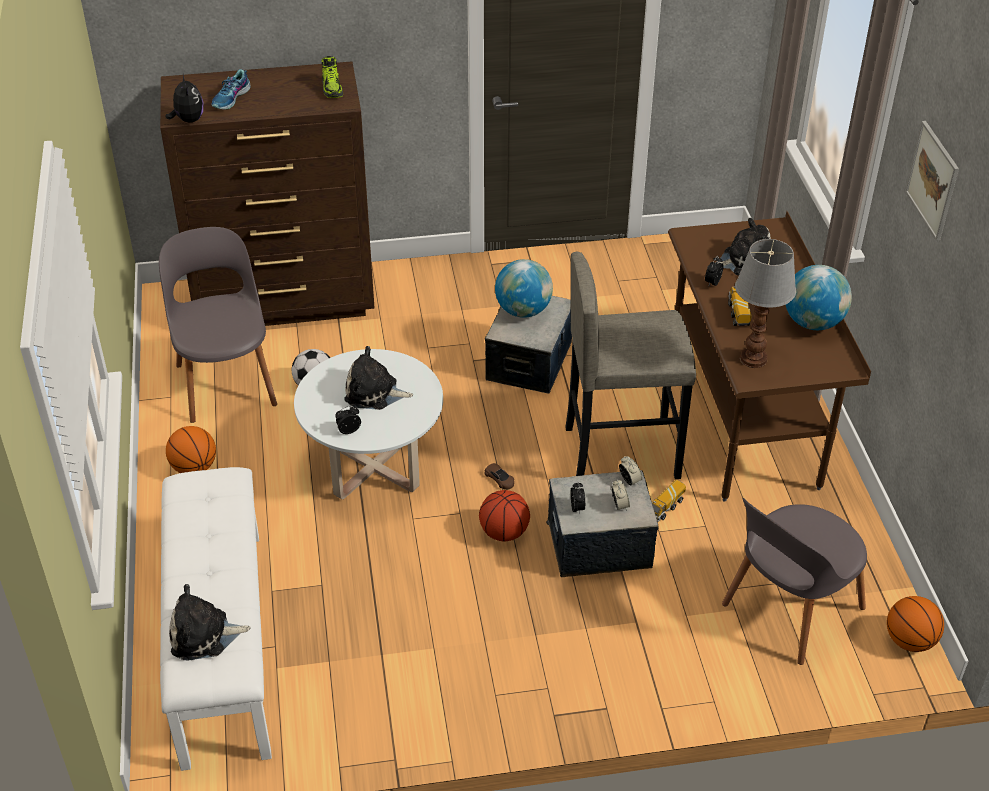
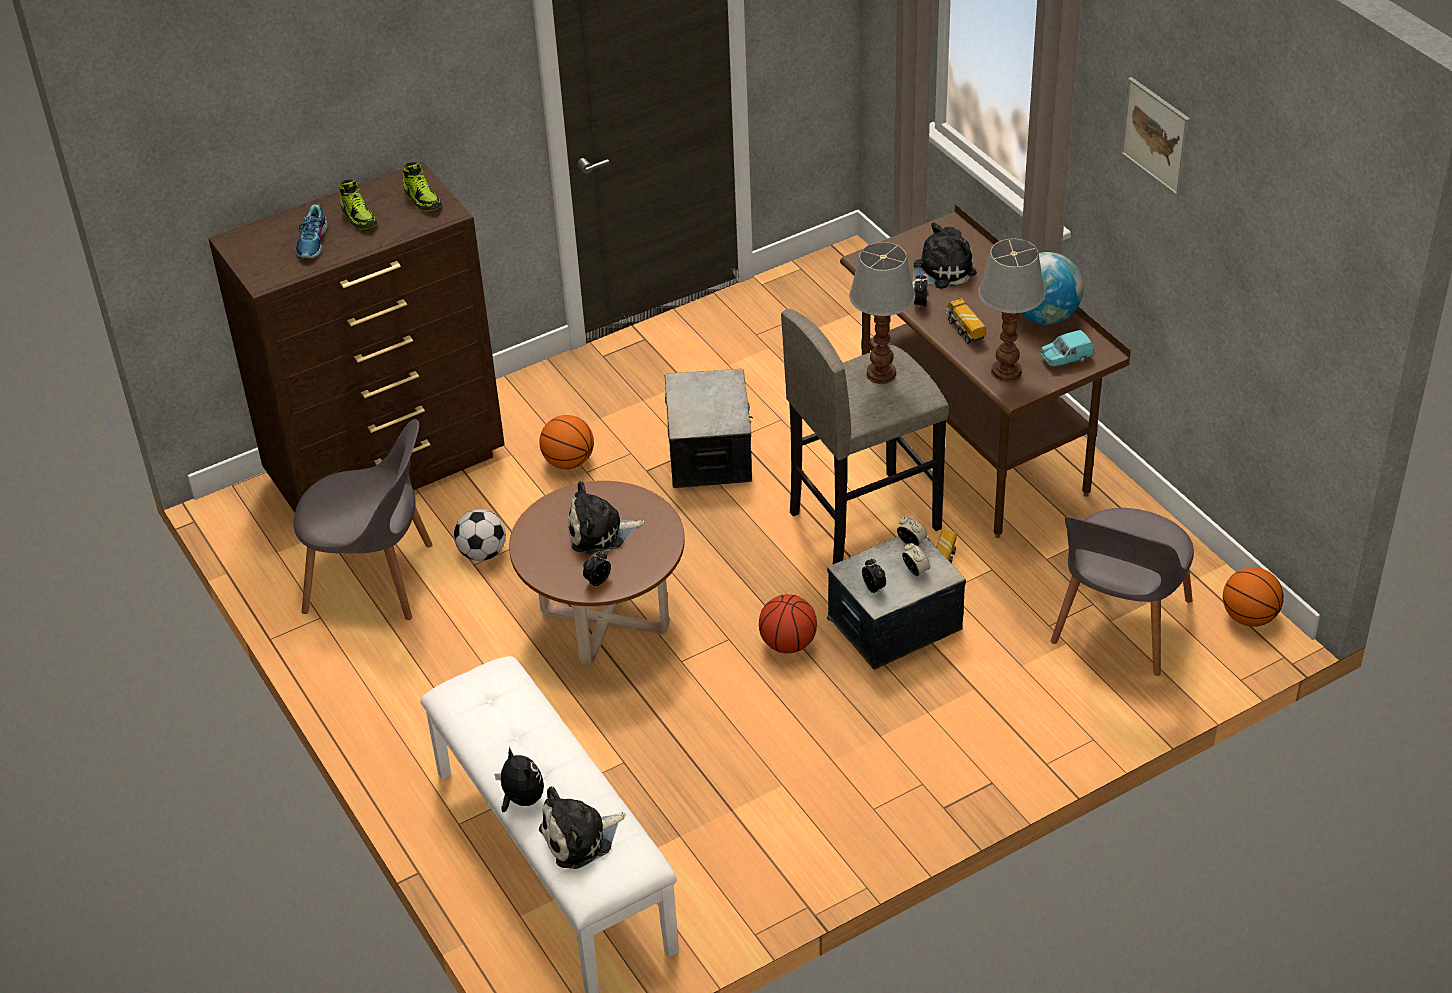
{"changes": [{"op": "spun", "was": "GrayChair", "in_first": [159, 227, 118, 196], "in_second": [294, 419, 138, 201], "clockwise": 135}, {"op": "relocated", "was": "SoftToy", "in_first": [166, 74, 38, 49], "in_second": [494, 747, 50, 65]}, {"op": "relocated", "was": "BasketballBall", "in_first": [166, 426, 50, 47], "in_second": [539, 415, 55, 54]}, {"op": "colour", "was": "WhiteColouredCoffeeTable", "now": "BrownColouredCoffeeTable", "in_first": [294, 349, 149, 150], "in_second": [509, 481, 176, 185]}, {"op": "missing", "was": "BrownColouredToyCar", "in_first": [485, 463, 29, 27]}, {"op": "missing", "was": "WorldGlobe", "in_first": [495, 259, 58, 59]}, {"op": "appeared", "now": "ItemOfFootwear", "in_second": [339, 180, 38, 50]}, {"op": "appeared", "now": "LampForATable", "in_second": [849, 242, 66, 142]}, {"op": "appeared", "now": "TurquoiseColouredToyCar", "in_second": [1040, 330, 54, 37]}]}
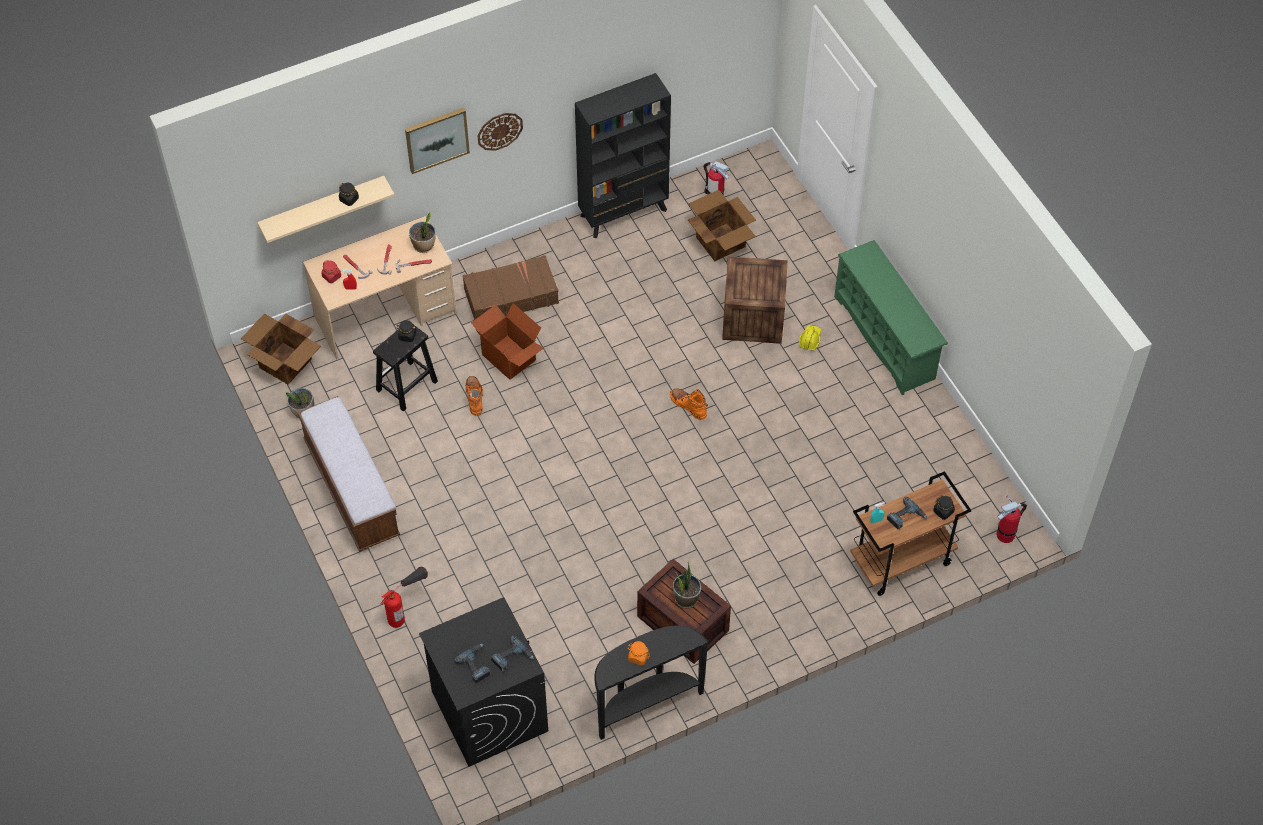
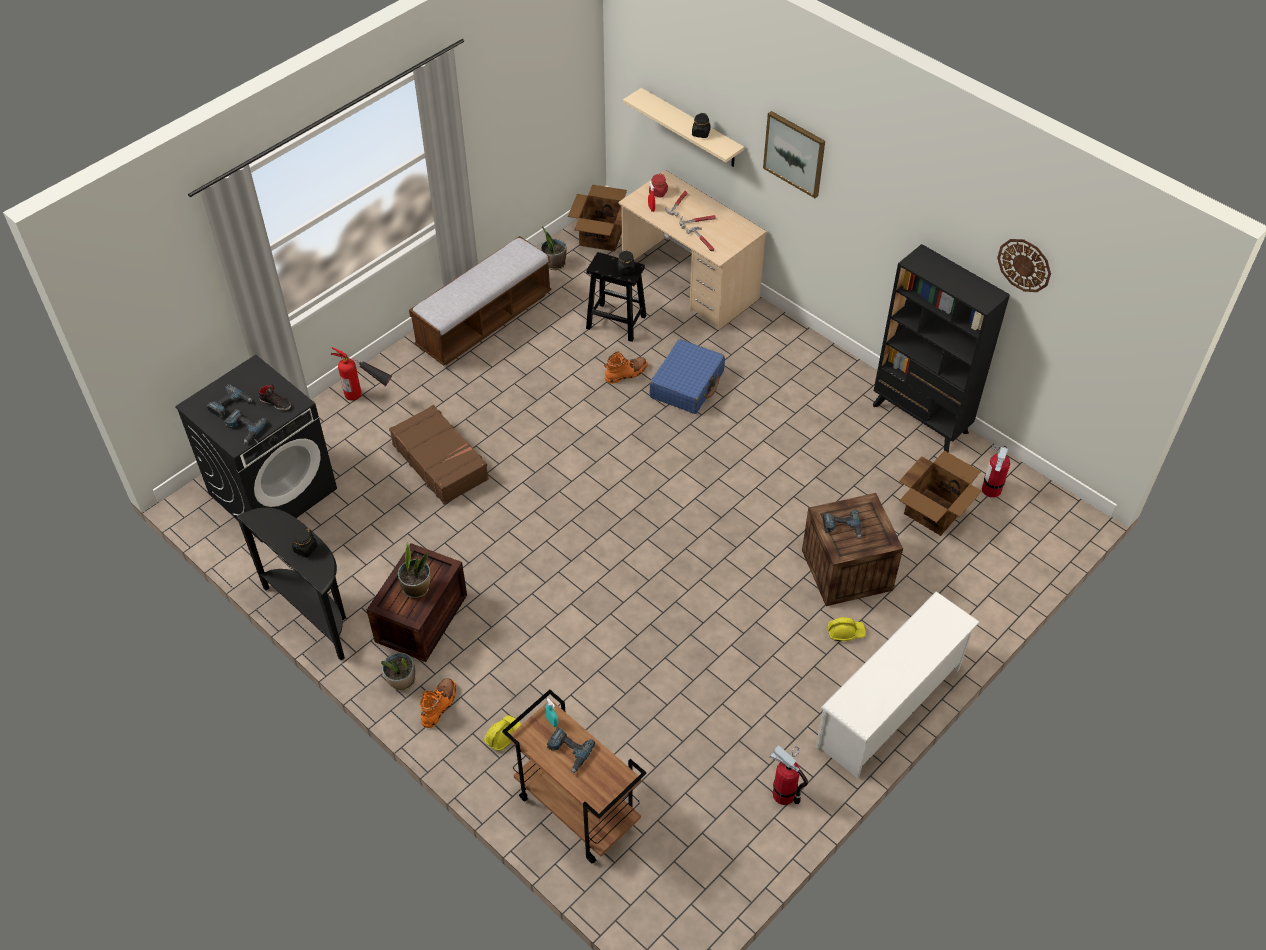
{"changes": [{"op": "relocated", "was": "Houseplant", "in_first": [409, 212, 27, 41], "in_second": [381, 652, 34, 39]}, {"op": "relocated", "was": "BrownColouredSuitcase", "in_first": [463, 255, 96, 65], "in_second": [389, 405, 100, 100]}, {"op": "exchanged", "was": "CardboardBox", "now": "BlueSuitcase", "in_first": [471, 303, 73, 77], "in_second": [650, 339, 75, 75]}, {"op": "relocated", "was": "WallClock", "in_first": [477, 113, 46, 38], "in_second": [997, 239, 54, 53]}, {"op": "missing", "was": "OrangeColouredStorageJar", "in_first": [627, 641, 23, 25]}, {"op": "relocated", "was": "OrangeColouredBoot", "in_first": [670, 388, 38, 32], "in_second": [420, 678, 36, 50]}, {"op": "colour", "was": "GreenShoeStand", "now": "WhiteColouredShoeStand", "in_first": [834, 240, 114, 155], "in_second": [815, 591, 165, 187]}, {"op": "relocated", "was": "BlackColouredStorageJar", "in_first": [933, 495, 22, 25], "in_second": [292, 528, 25, 29]}, {"op": "relocated", "was": "Extinguisher", "in_first": [996, 495, 31, 48], "in_second": [770, 745, 38, 60]}, {"op": "appeared", "now": "BlackColouredItemOfFootwear", "in_second": [258, 384, 33, 26]}, {"op": "appeared", "now": "YellowColouredHardHat", "in_second": [484, 715, 37, 36]}, {"op": "appeared", "now": "ElectricDrill", "in_second": [823, 509, 39, 30]}]}
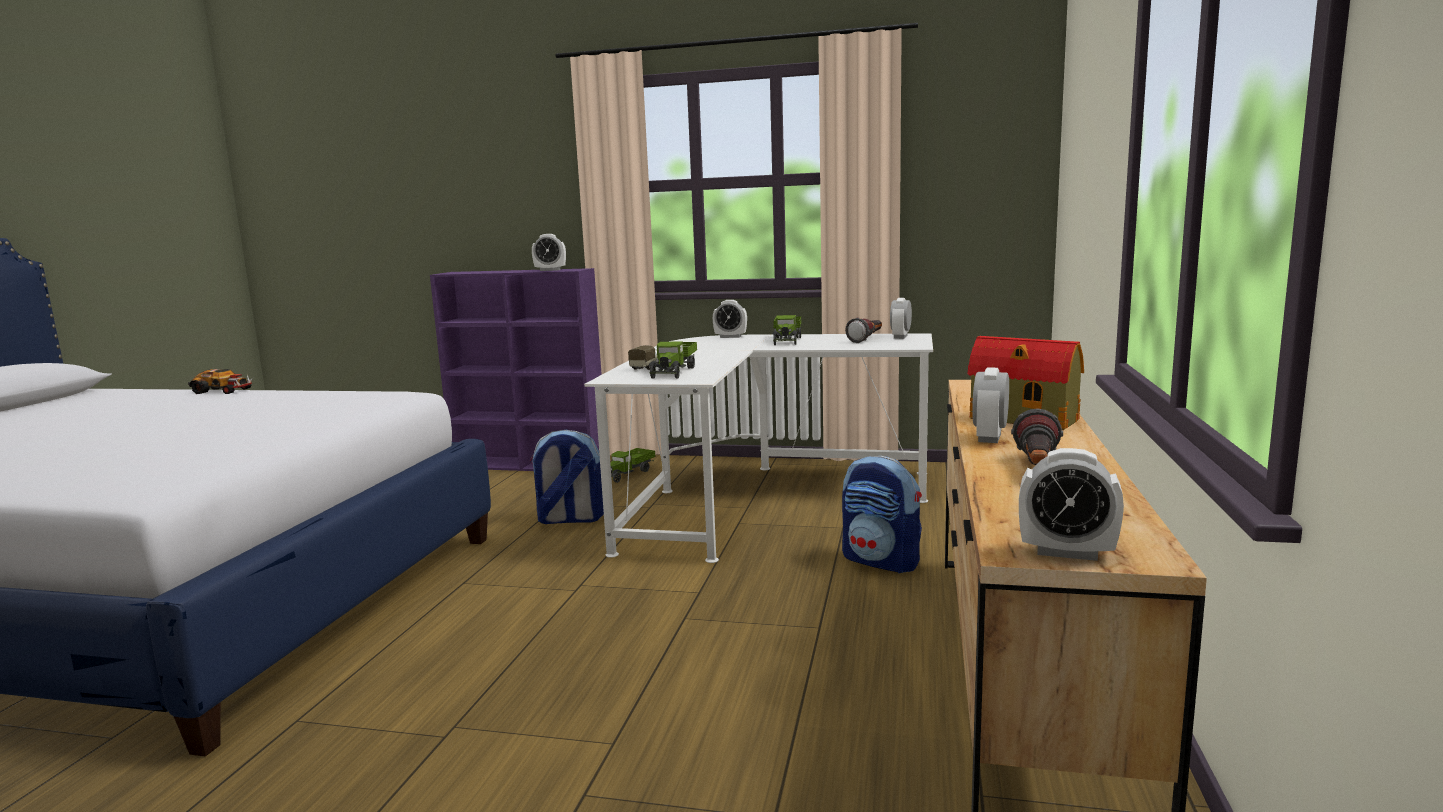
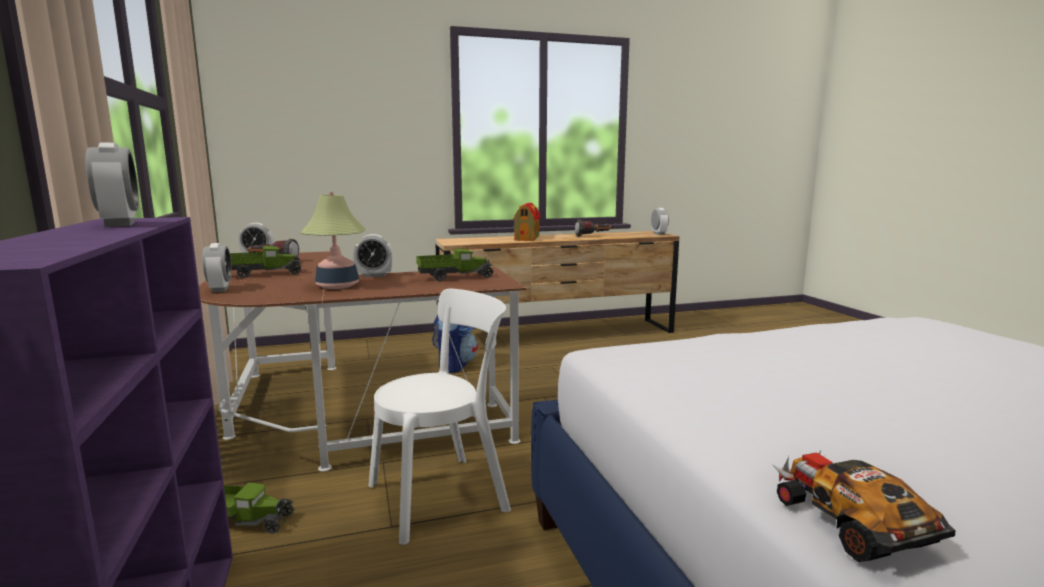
{"changes": [{"op": "exchanged", "was": "Backpack", "now": "WhiteColouredChair", "in_first": [530, 430, 74, 94], "in_second": [369, 289, 142, 256]}, {"op": "colour", "was": "WhiteColouredDesk", "now": "BrownColouredDesk", "in_first": [584, 333, 349, 230], "in_second": [199, 251, 327, 221]}, {"op": "missing", "was": "ToyTruck", "in_first": [628, 345, 29, 25]}, {"op": "relocated", "was": "TableClock", "in_first": [972, 367, 37, 76], "in_second": [353, 234, 40, 43]}, {"op": "appeared", "now": "LampForATable", "in_second": [301, 192, 65, 97]}]}
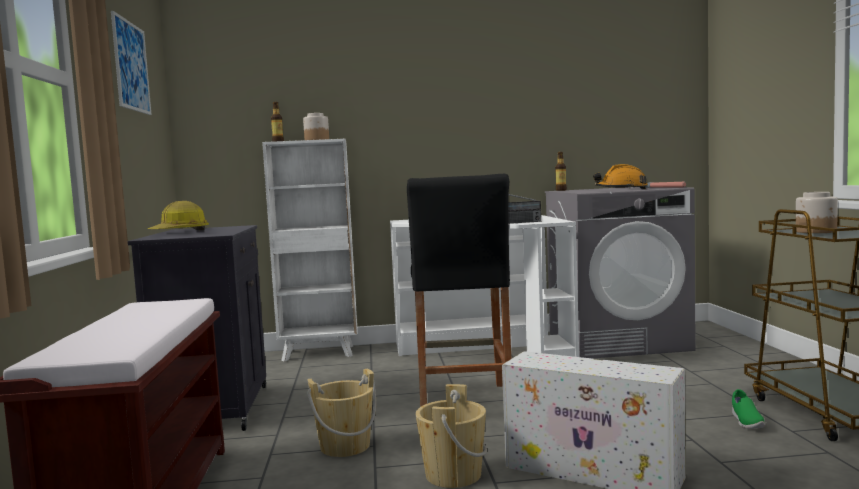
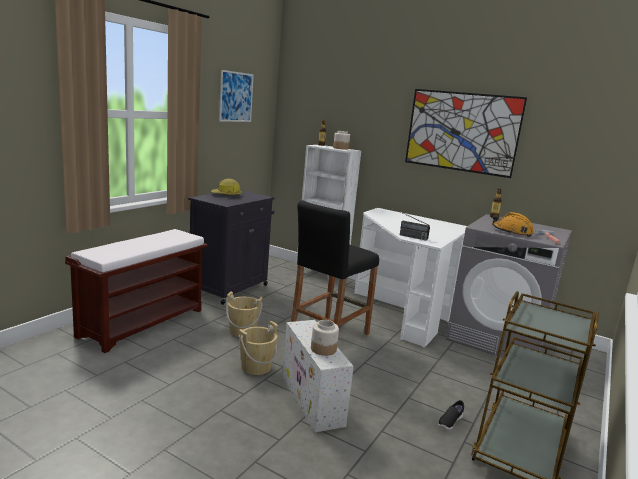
{"changes": [{"op": "colour", "was": "GreenItemOfFootwear", "now": "BlackColouredItemOfFootwear", "in_first": [732, 389, 33, 40], "in_second": [438, 400, 26, 30]}, {"op": "relocated", "was": "StorageJar", "in_first": [796, 192, 42, 41], "in_second": [311, 320, 28, 36]}, {"op": "appeared", "now": "Picture", "in_second": [405, 89, 122, 89]}]}
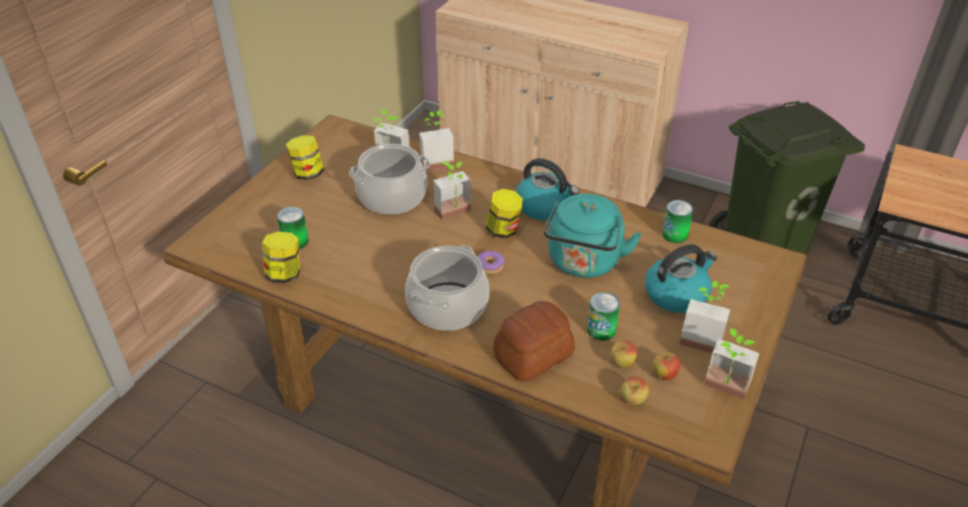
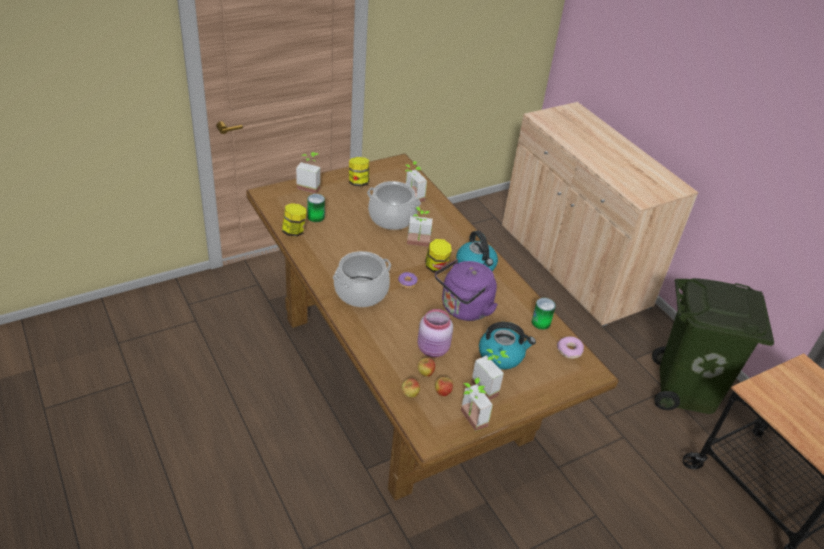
{"changes": [{"op": "relocated", "was": "Houseplant", "in_first": [419, 110, 35, 61], "in_second": [296, 152, 25, 42]}, {"op": "missing", "was": "BakedBread", "in_first": [493, 301, 82, 81]}, {"op": "colour", "was": "TurquoiseColouredKettle", "now": "PurpleKettle", "in_first": [544, 194, 97, 84], "in_second": [435, 259, 63, 62]}, {"op": "exchanged", "was": "Can", "now": "PinkStorageJar", "in_first": [587, 292, 33, 49], "in_second": [417, 309, 36, 49]}, {"op": "appeared", "now": "Doughnut", "in_second": [557, 337, 27, 22]}]}
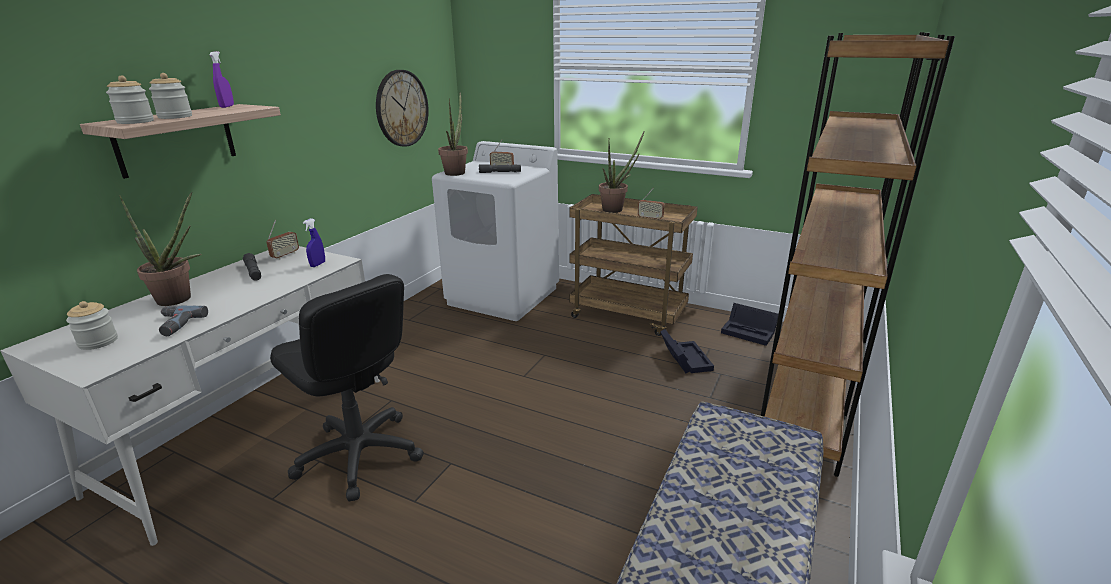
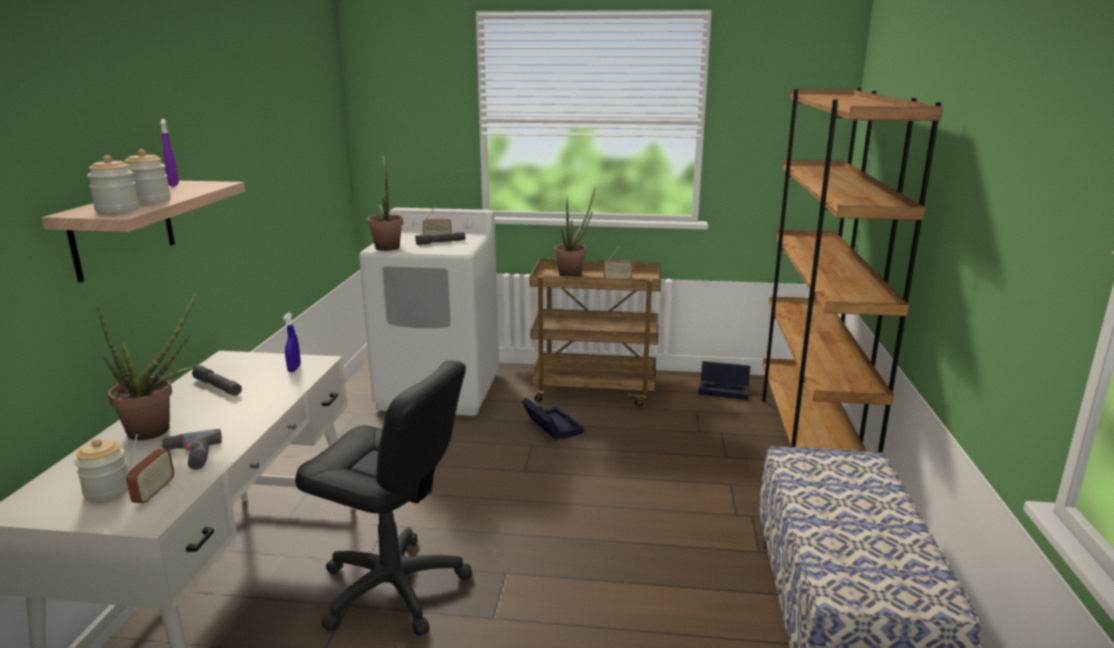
{"changes": [{"op": "relocated", "was": "RadioReceiver", "in_first": [267, 219, 32, 40], "in_second": [125, 434, 49, 70]}, {"op": "missing", "was": "WallClock", "in_first": [376, 70, 53, 77]}, {"op": "relocated", "was": "BlackColouredStorageBin", "in_first": [660, 329, 54, 45], "in_second": [522, 398, 62, 42]}]}
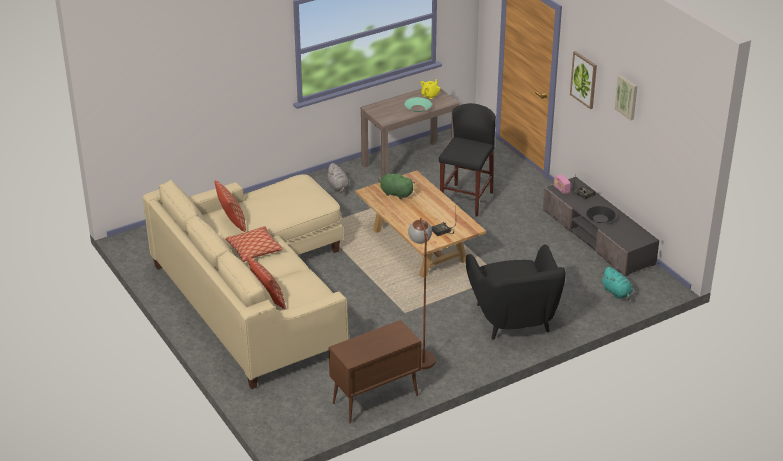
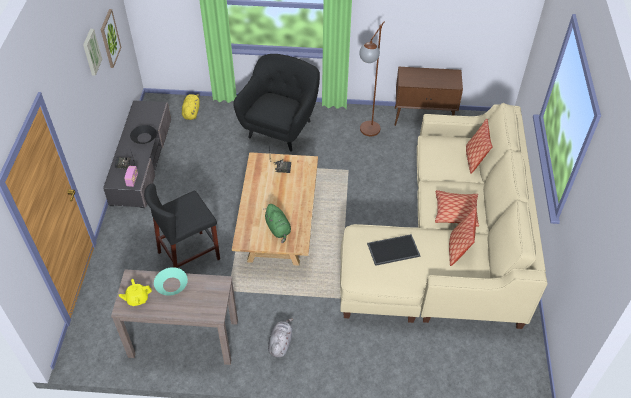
{"changes": [{"op": "relocated", "was": "Picture", "in_first": [570, 51, 27, 58], "in_second": [101, 9, 20, 59]}, {"op": "colour", "was": "TurquoiseColouredSoftToy", "now": "YellowColouredSoftToy", "in_first": [602, 267, 31, 33], "in_second": [182, 94, 18, 26]}, {"op": "appeared", "now": "CarryingTray", "in_second": [367, 234, 53, 32]}]}
